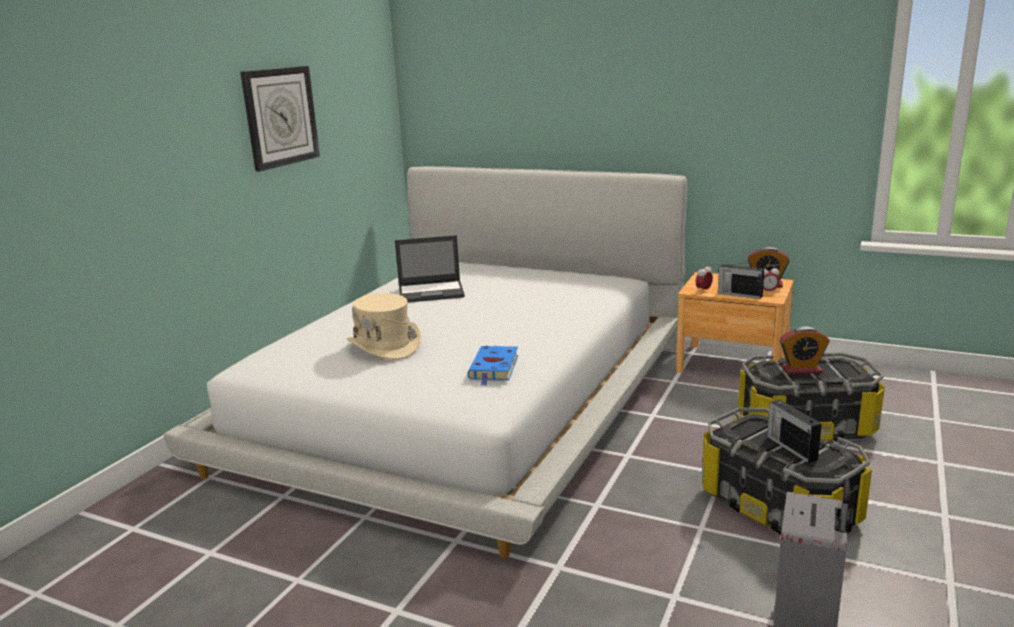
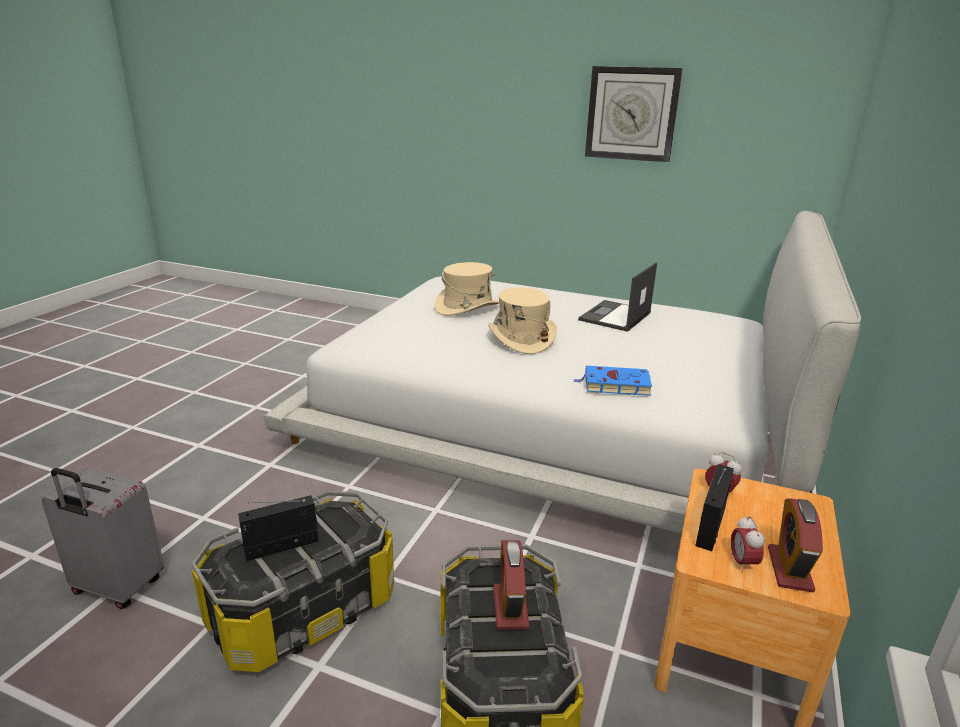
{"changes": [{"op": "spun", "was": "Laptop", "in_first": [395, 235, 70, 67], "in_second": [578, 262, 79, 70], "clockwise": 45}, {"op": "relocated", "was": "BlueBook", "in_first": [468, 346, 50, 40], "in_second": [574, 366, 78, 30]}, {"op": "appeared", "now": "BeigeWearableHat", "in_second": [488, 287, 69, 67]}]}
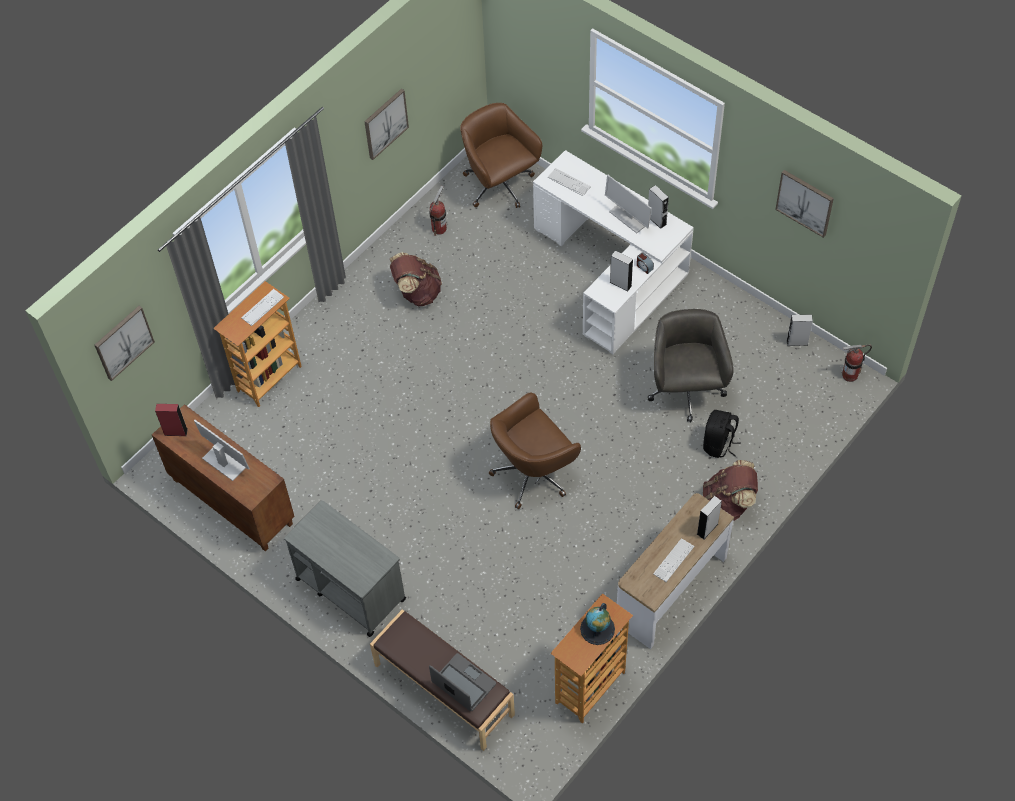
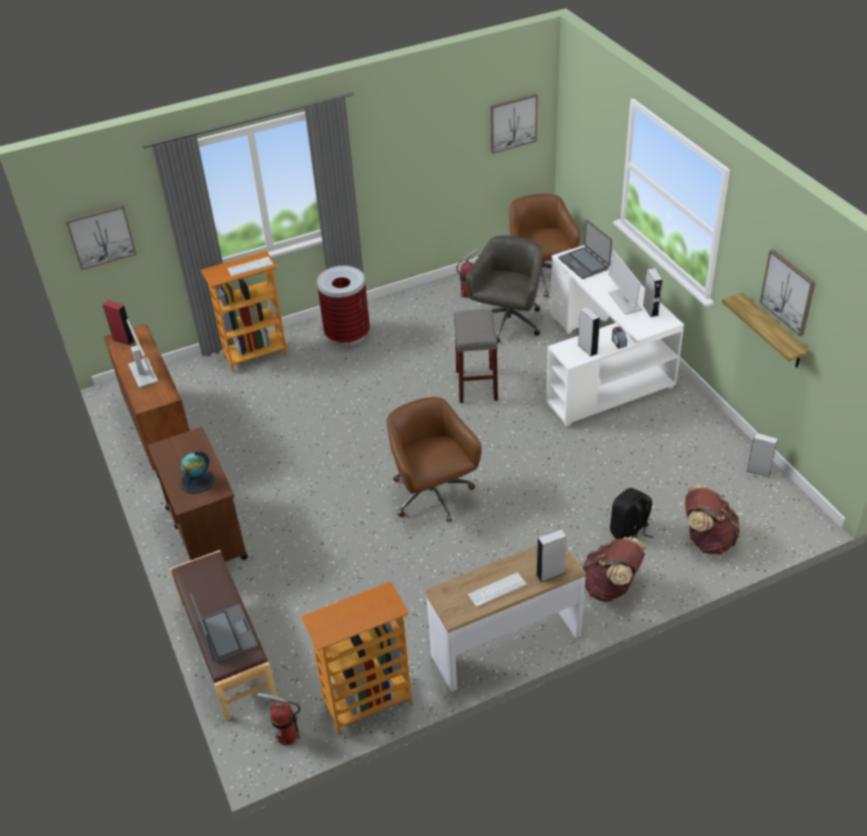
{"changes": [{"op": "colour", "was": "GrayCart", "now": "BrownColouredCart", "in_first": [284, 500, 122, 137], "in_second": [148, 427, 100, 135]}, {"op": "relocated", "was": "Picture", "in_first": [364, 89, 45, 71], "in_second": [490, 94, 48, 60]}, {"op": "relocated", "was": "BrownColouredBackpack", "in_first": [390, 252, 52, 54], "in_second": [685, 485, 55, 69]}, {"op": "spun", "was": "BrownColouredDeskChair", "in_first": [489, 392, 92, 117], "in_second": [387, 397, 95, 125], "clockwise": 75}, {"op": "exchanged", "was": "Keyboard", "now": "Laptop", "in_first": [548, 168, 43, 28], "in_second": [558, 220, 54, 59]}, {"op": "relocated", "was": "WorldGlobe", "in_first": [580, 603, 35, 42], "in_second": [180, 451, 35, 43]}, {"op": "relocated", "was": "GrayDeskChair", "in_first": [648, 309, 86, 113], "in_second": [466, 235, 76, 108]}, {"op": "relocated", "was": "Extinguisher", "in_first": [842, 345, 30, 37], "in_second": [257, 693, 44, 52]}, {"op": "appeared", "now": "RubbishBin", "in_second": [317, 266, 53, 81]}, {"op": "appeared", "now": "GraySittingStool", "in_second": [454, 309, 44, 94]}, {"op": "appeared", "now": "Shelf", "in_second": [722, 293, 88, 75]}]}
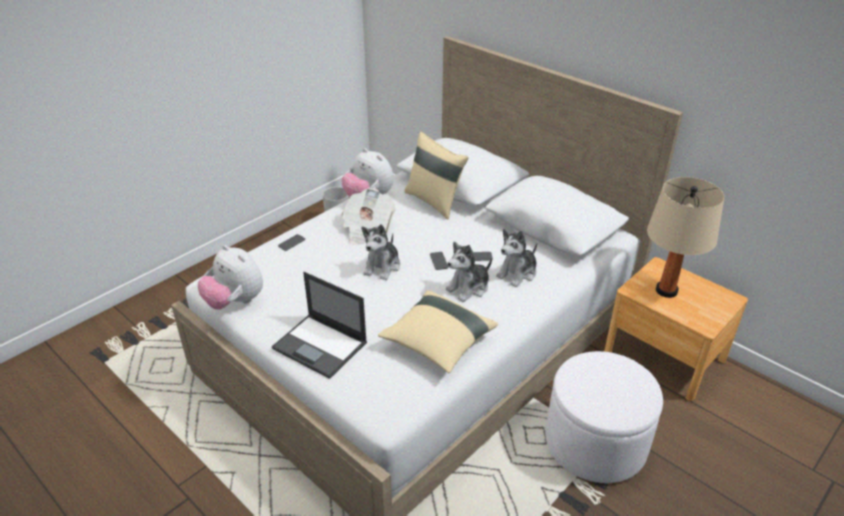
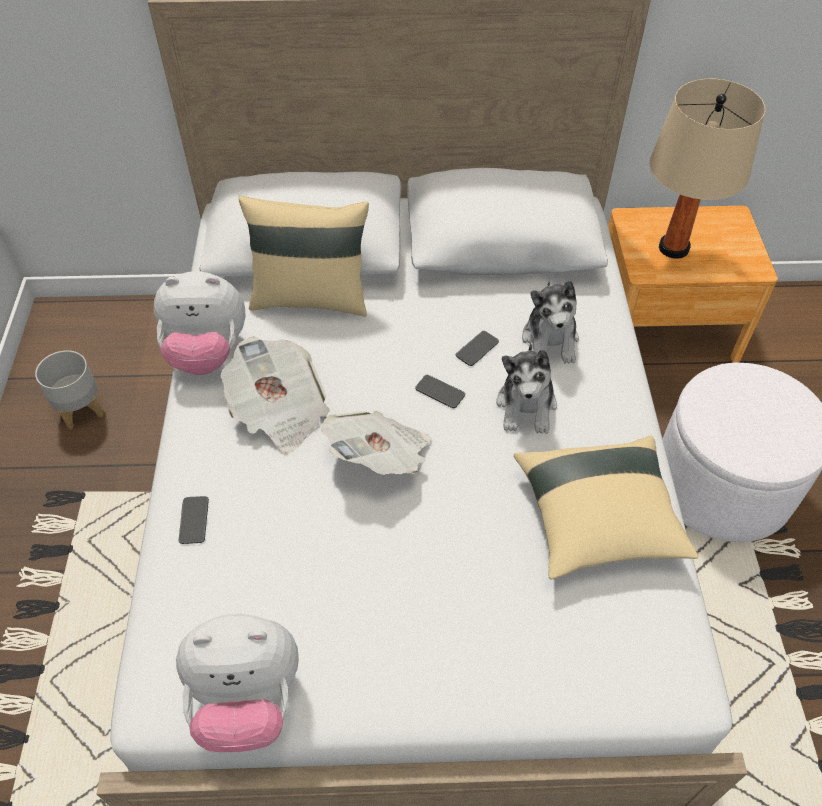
{"changes": [{"op": "missing", "was": "Laptop", "in_first": [272, 272, 95, 107]}, {"op": "exchanged", "was": "SoftToy", "now": "PrintedPaper", "in_first": [362, 224, 38, 56], "in_second": [321, 411, 111, 64]}]}
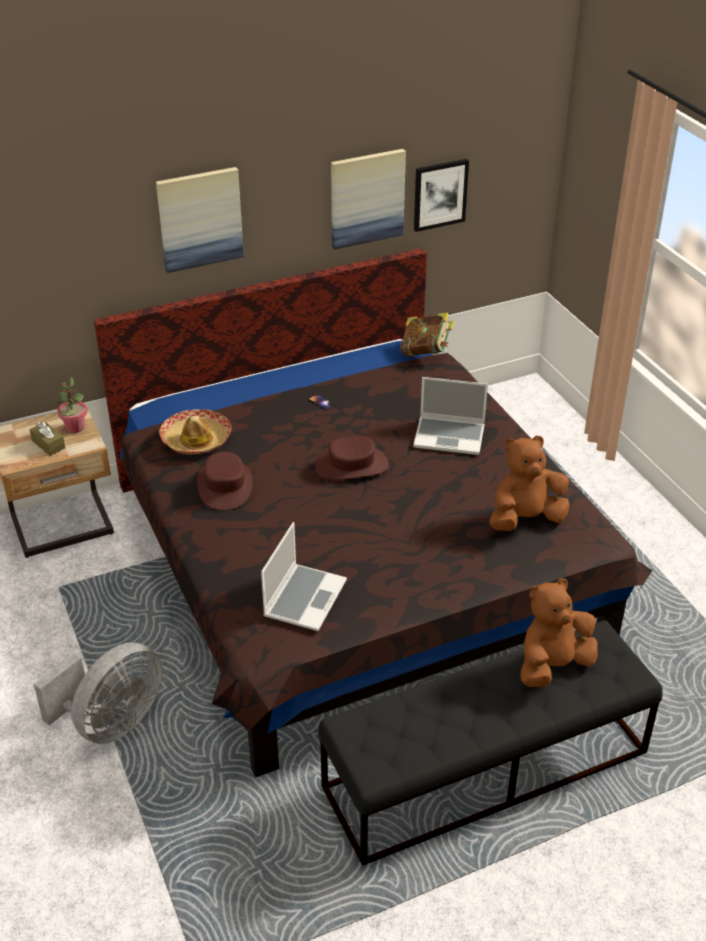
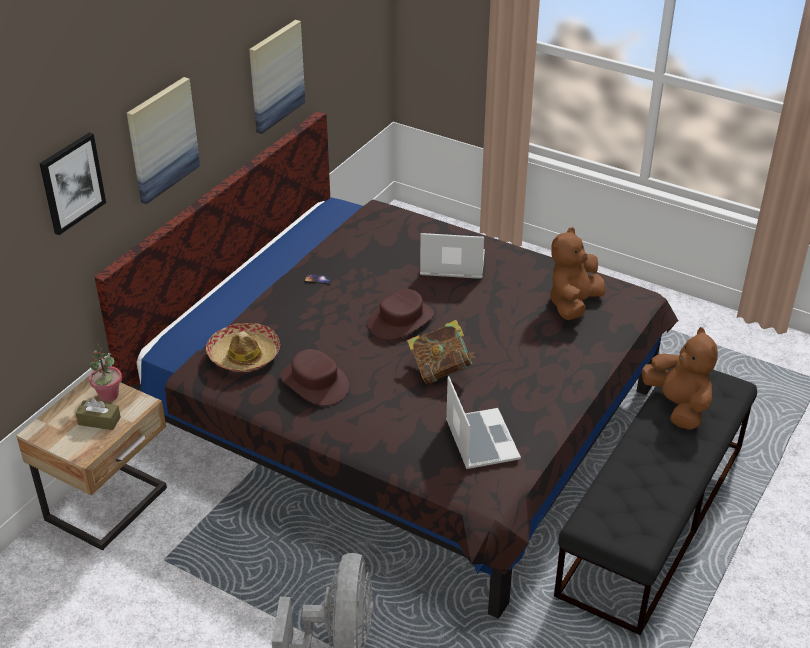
{"changes": [{"op": "relocated", "was": "Book", "in_first": [400, 313, 54, 44], "in_second": [407, 320, 69, 64]}, {"op": "spun", "was": "Laptop", "in_first": [413, 377, 75, 78], "in_second": [420, 233, 65, 46], "clockwise": -150}, {"op": "relocated", "was": "Picture", "in_first": [414, 159, 55, 73], "in_second": [39, 133, 67, 102]}, {"op": "spun", "was": "BrownColouredSoftToy", "in_first": [520, 578, 78, 109], "in_second": [642, 327, 76, 103], "clockwise": 135}]}
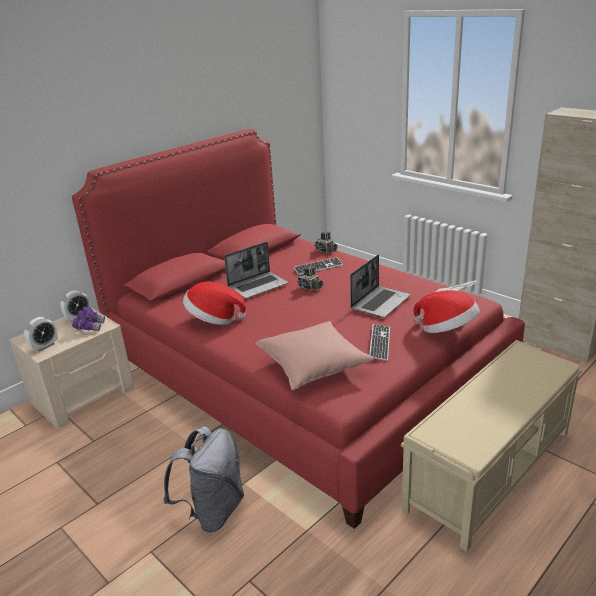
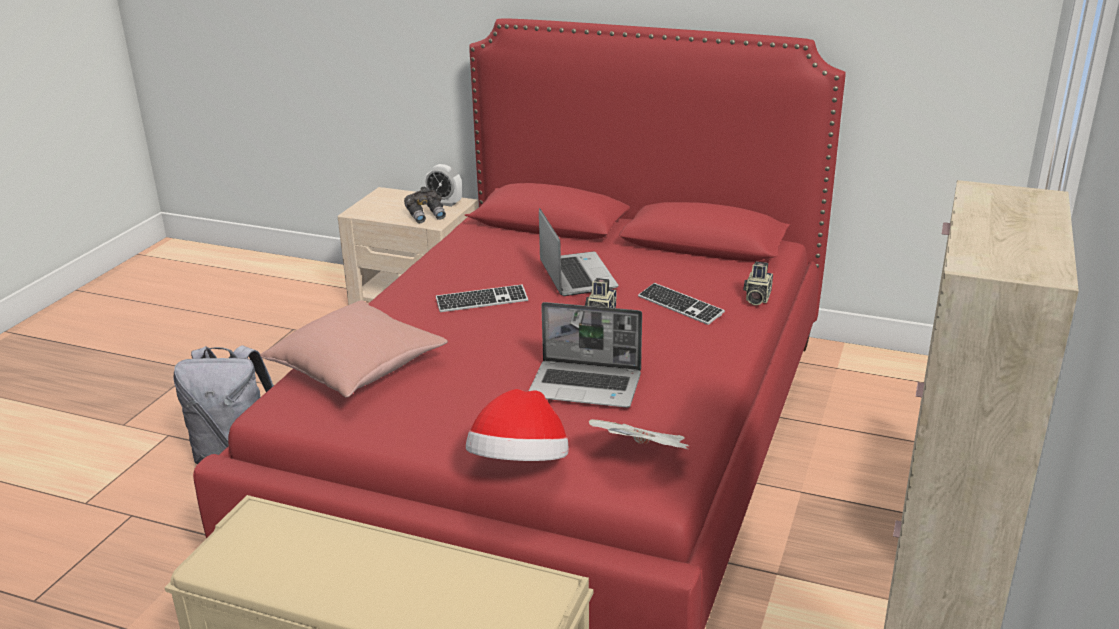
{"changes": [{"op": "missing", "was": "TableClock", "in_first": [24, 317, 34, 35]}, {"op": "colour", "was": "PurplePairOfBinoculars", "now": "GrayPairOfBinoculars", "in_first": [72, 307, 33, 24], "in_second": [404, 187, 42, 36]}, {"op": "missing", "was": "WearableHat", "in_first": [183, 282, 63, 43]}, {"op": "spun", "was": "Laptop", "in_first": [224, 242, 64, 57], "in_second": [539, 208, 79, 88], "clockwise": -135}, {"op": "relocated", "was": "Keyboard", "in_first": [369, 324, 21, 37], "in_second": [436, 285, 92, 27]}]}
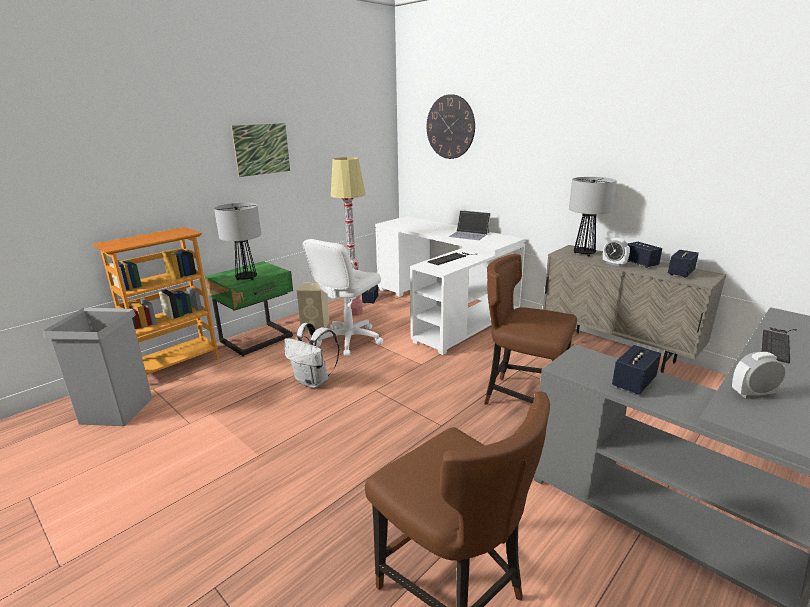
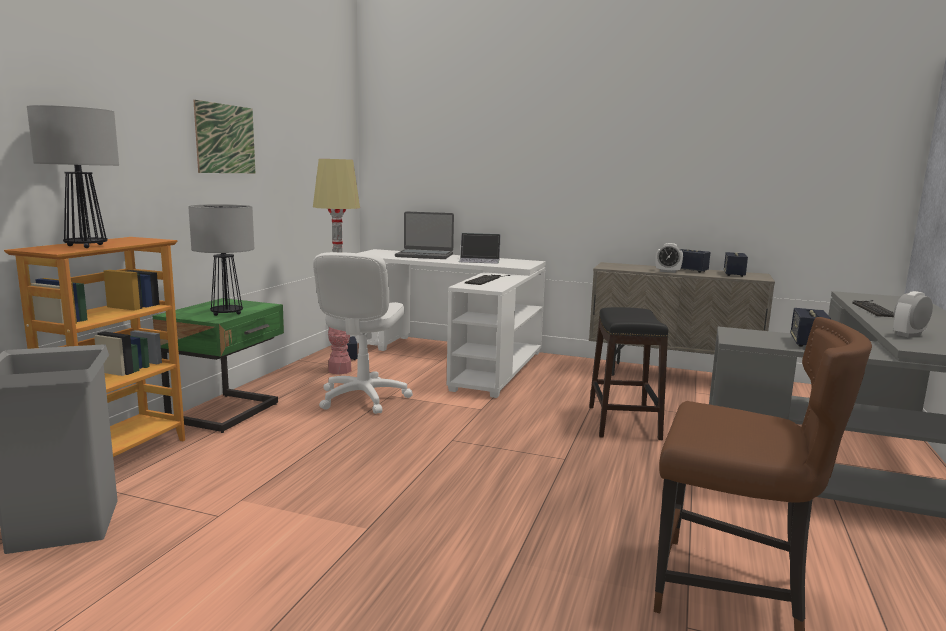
{"changes": [{"op": "missing", "was": "WhiteColouredBackpack", "in_first": [284, 323, 56, 65]}, {"op": "missing", "was": "BeigeSpeaker", "in_first": [297, 283, 32, 47]}, {"op": "missing", "was": "WallClock", "in_first": [427, 94, 48, 65]}, {"op": "exchanged", "was": "BrownColouredChair", "now": "BlackColouredSittingStool", "in_first": [484, 254, 93, 150], "in_second": [589, 307, 79, 133]}, {"op": "relocated", "was": "LampForATable", "in_first": [569, 177, 48, 79], "in_second": [27, 105, 92, 143]}, {"op": "appeared", "now": "Laptop", "in_second": [395, 211, 59, 48]}]}
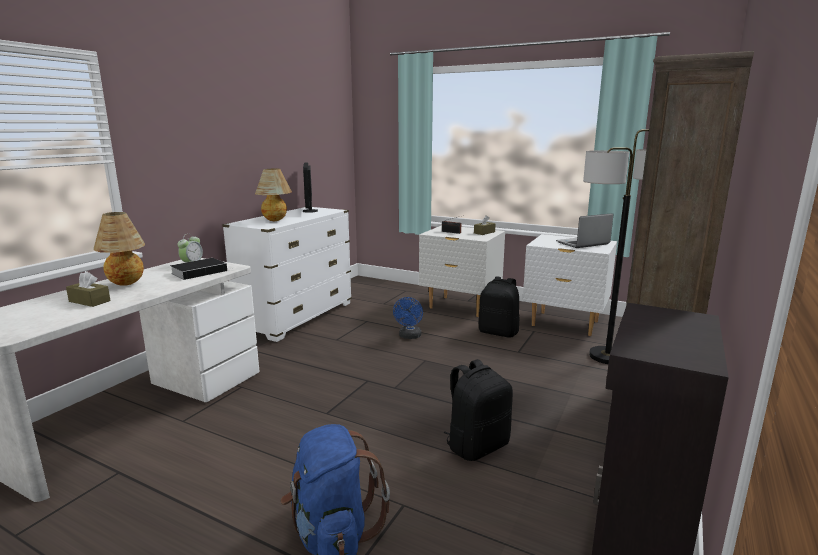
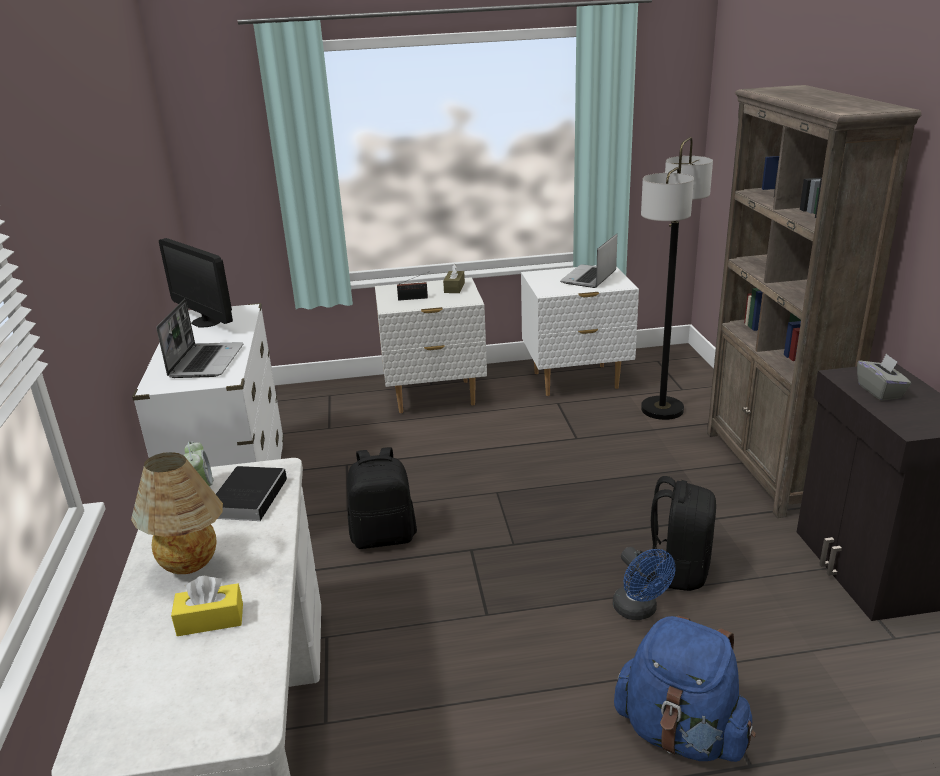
{"changes": [{"op": "colour", "was": "BrownColouredBoxOfTissues", "now": "YellowColouredBoxOfTissues", "in_first": [66, 271, 45, 36], "in_second": [171, 576, 72, 60]}, {"op": "exchanged", "was": "LampForATable", "now": "Laptop", "in_first": [255, 169, 37, 52], "in_second": [156, 299, 88, 79]}, {"op": "relocated", "was": "BlueCoolingFan", "in_first": [393, 297, 30, 42], "in_second": [613, 547, 62, 73]}, {"op": "relocated", "was": "BlackColouredBackpack", "in_first": [478, 276, 41, 62], "in_second": [347, 447, 70, 102]}, {"op": "appeared", "now": "GrayBoxOfTissues", "in_second": [857, 353, 54, 48]}]}
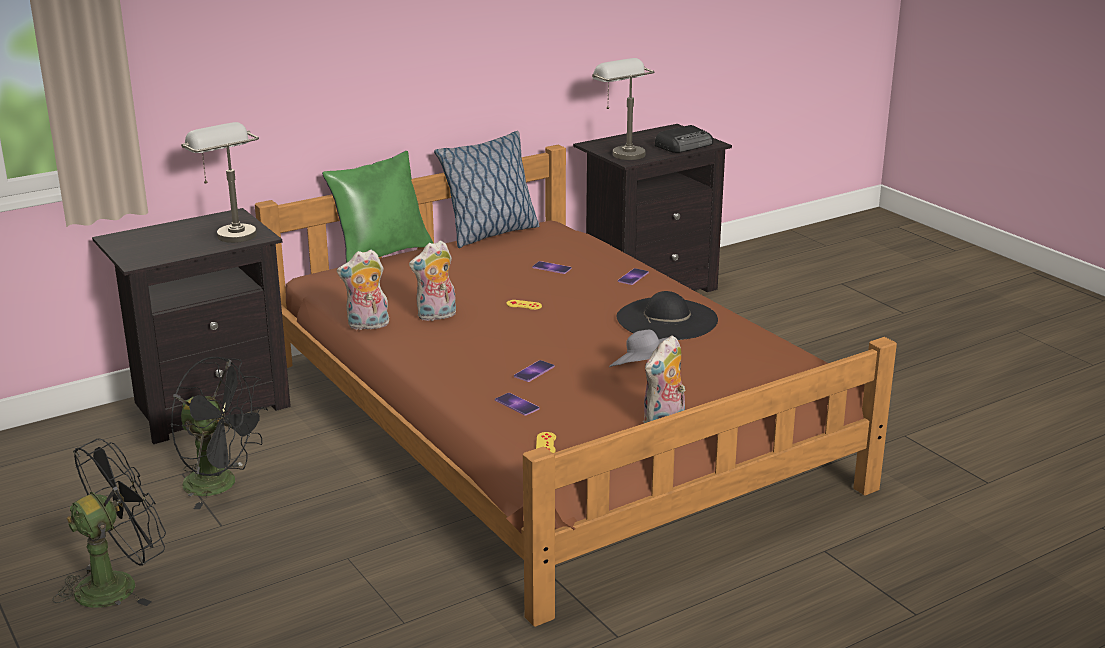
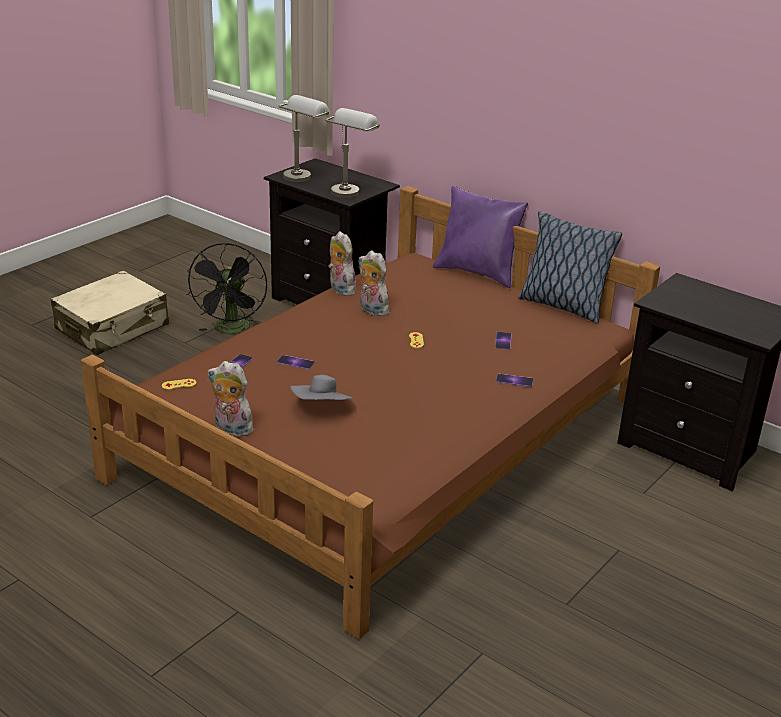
{"changes": [{"op": "exchanged", "was": "BlackColouredCoolingFan", "now": "BeigeSuitcase", "in_first": [52, 438, 114, 170], "in_second": [51, 271, 118, 84]}, {"op": "colour", "was": "GreenPillow", "now": "PurplePillow", "in_first": [322, 151, 111, 112], "in_second": [433, 186, 95, 102]}, {"op": "relocated", "was": "GrayLampForATable", "in_first": [592, 58, 62, 102], "in_second": [279, 95, 51, 87]}, {"op": "missing", "was": "BlackColouredWearableHat", "in_first": [616, 291, 102, 49]}, {"op": "missing", "was": "RadioReceiver", "in_first": [655, 125, 58, 28]}]}
